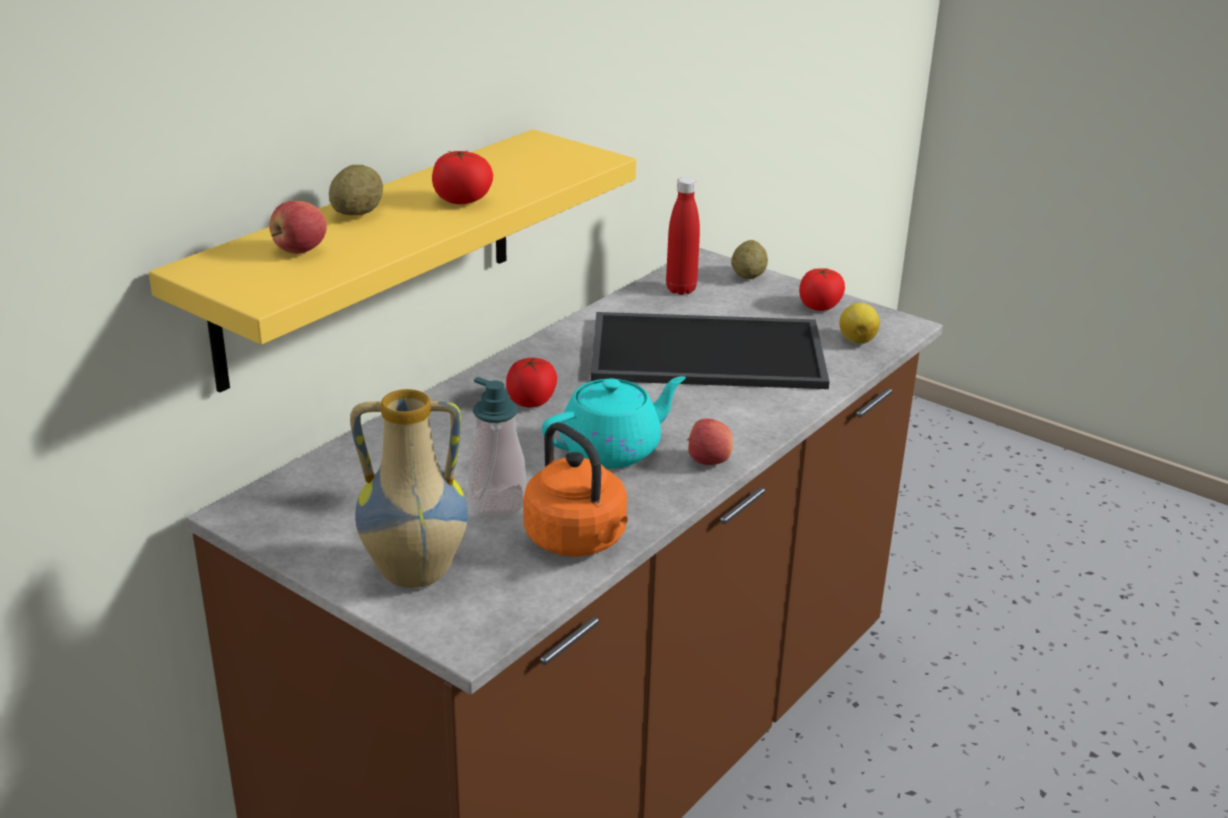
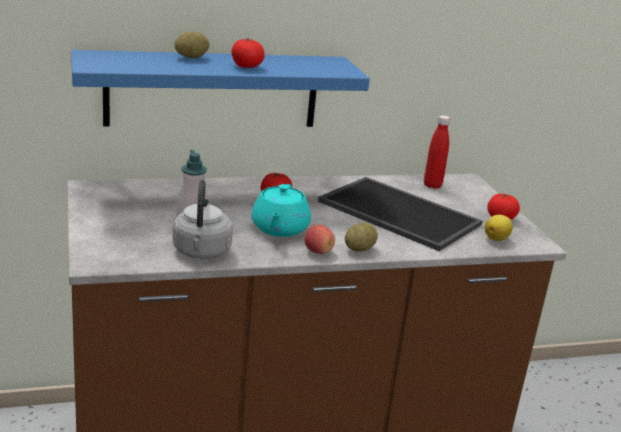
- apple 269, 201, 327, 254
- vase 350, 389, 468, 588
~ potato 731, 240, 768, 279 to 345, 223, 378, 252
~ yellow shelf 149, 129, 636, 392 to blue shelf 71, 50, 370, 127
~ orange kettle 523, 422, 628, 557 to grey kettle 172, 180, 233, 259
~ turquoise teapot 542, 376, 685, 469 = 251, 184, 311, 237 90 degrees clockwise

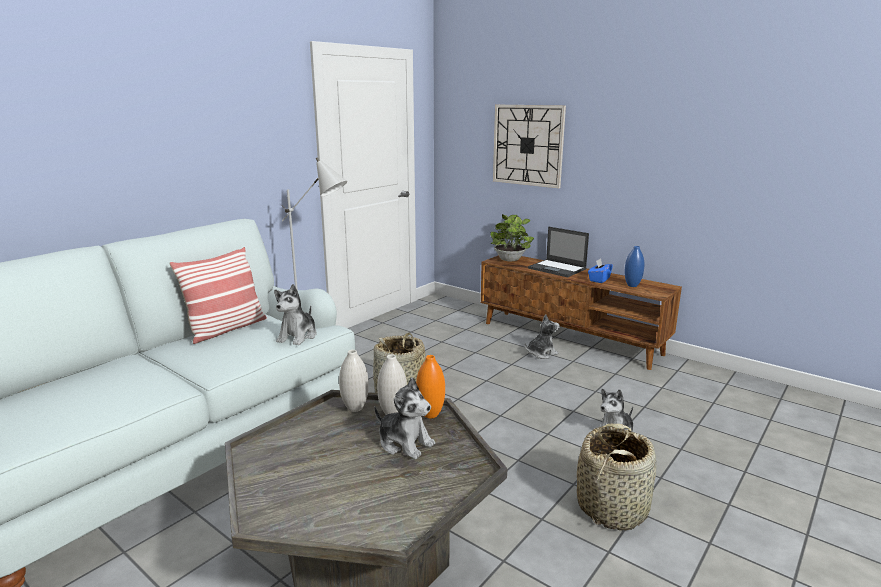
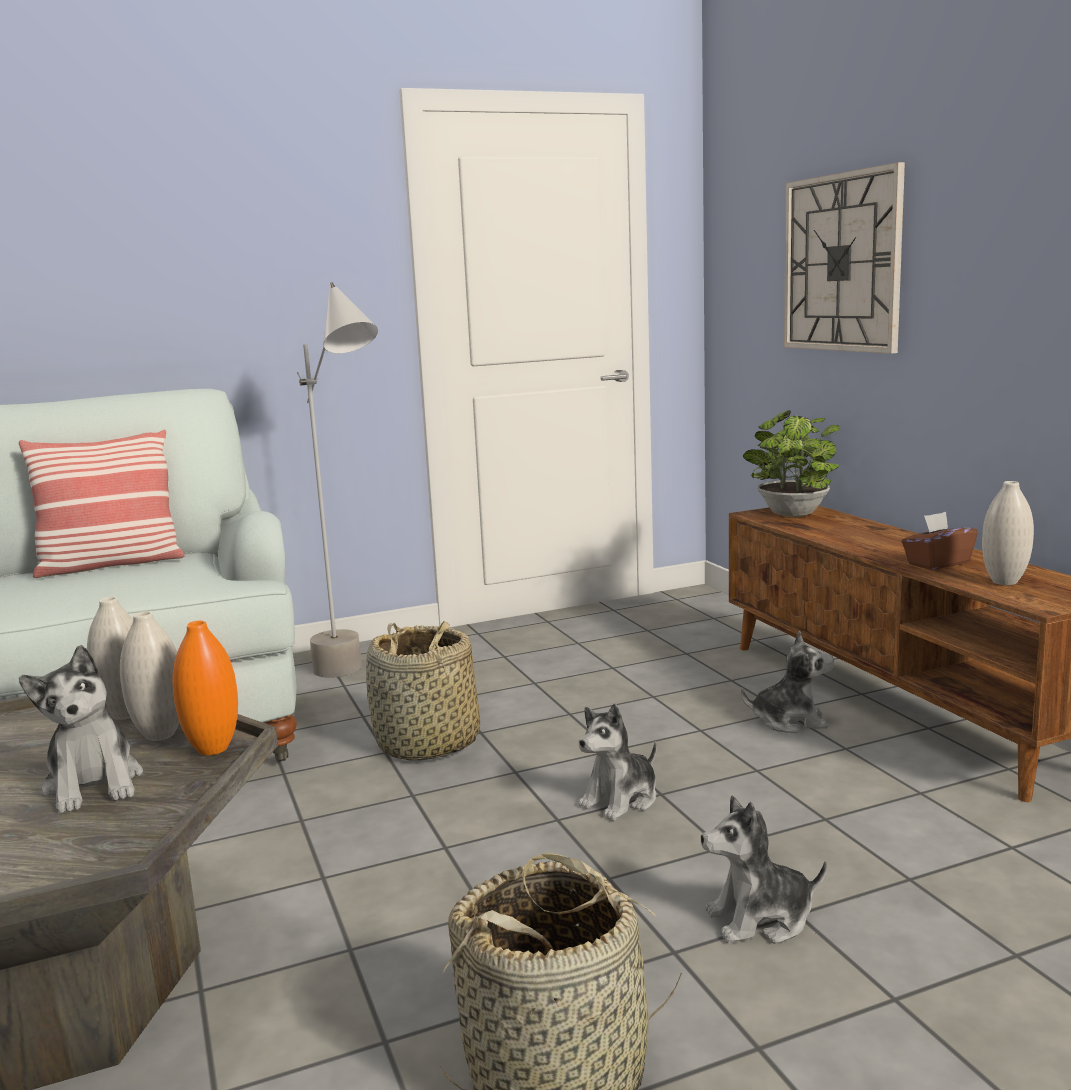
- laptop 528, 227, 589, 277
~ plush toy 274, 284, 317, 345 to 578, 704, 657, 821
~ blue tissue box 588, 258, 613, 283 to brown tissue box 901, 512, 978, 570
~ blue vase 625, 246, 644, 287 to white vase 982, 481, 1034, 585

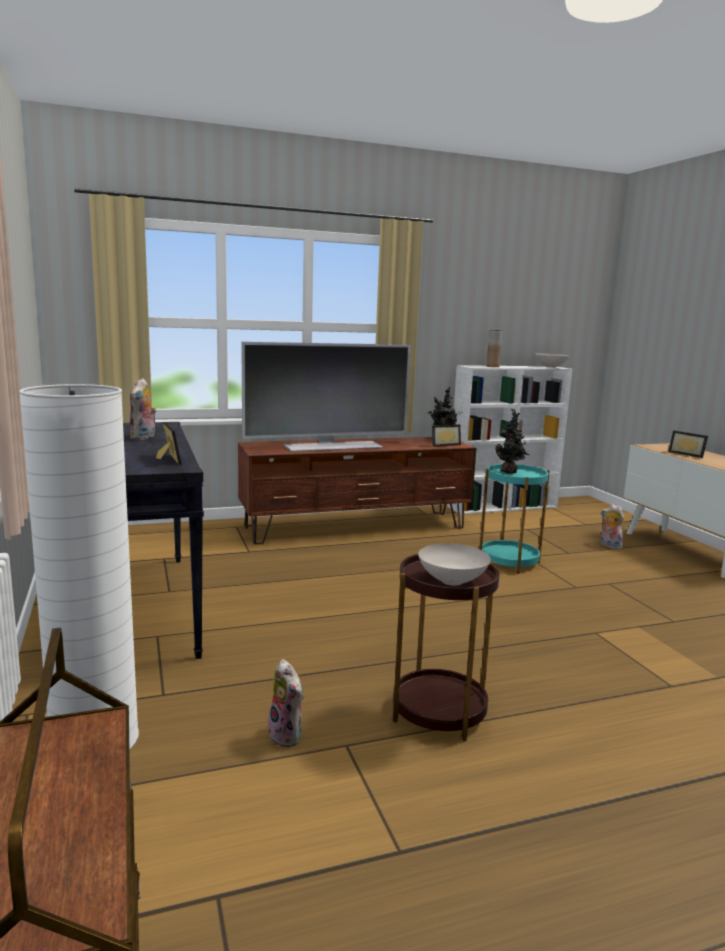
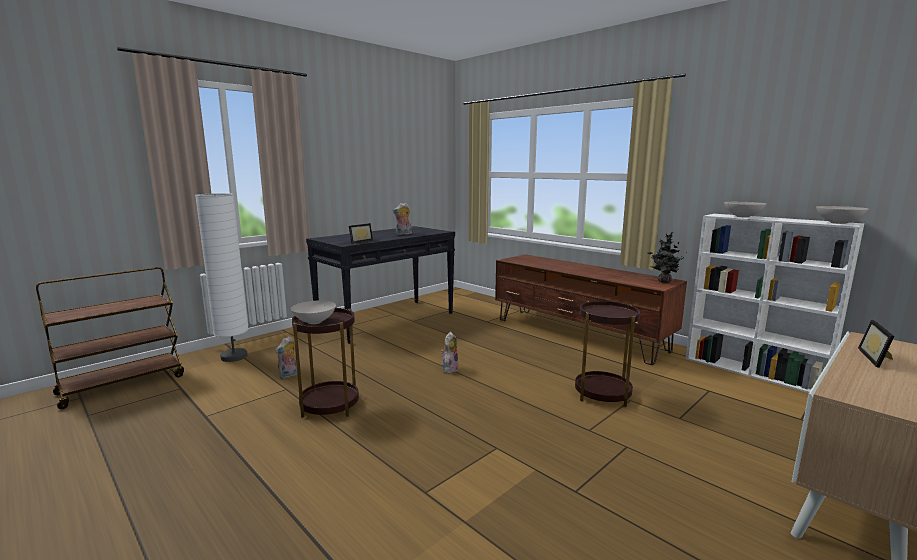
- television 241, 342, 411, 452
- picture frame 432, 424, 461, 447
- potted plant 495, 409, 529, 474
~ plush toy 600, 505, 624, 549 to 441, 332, 459, 374
~ brown vase 487, 330, 502, 367 to white bowl 724, 202, 766, 218
~ turquoise side table 479, 464, 550, 574 to brown side table 575, 301, 640, 407

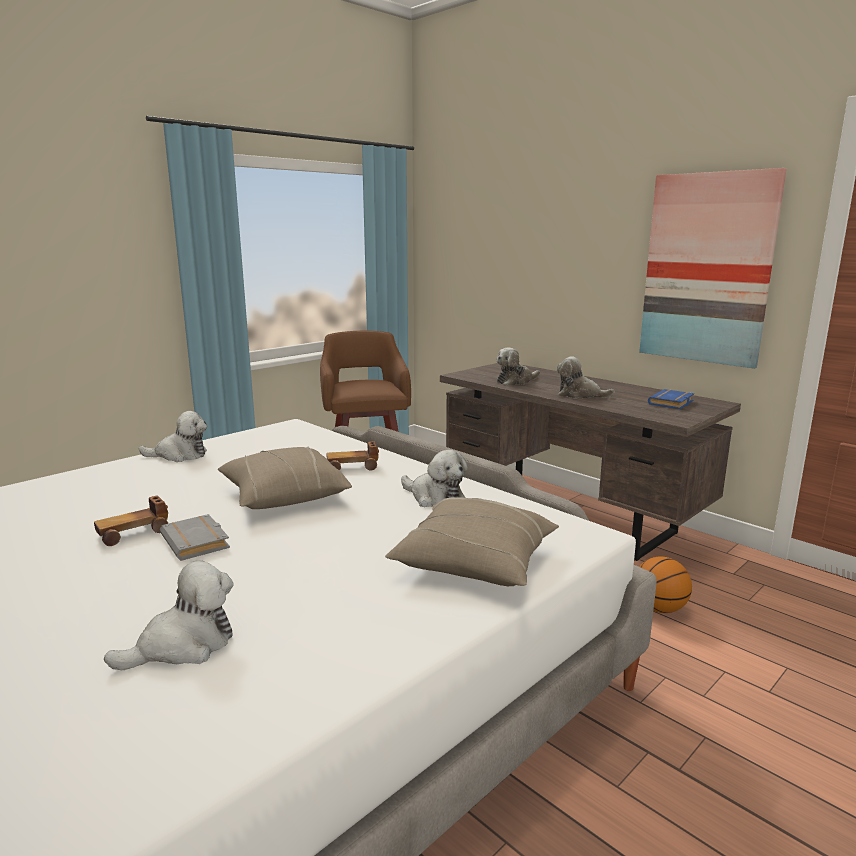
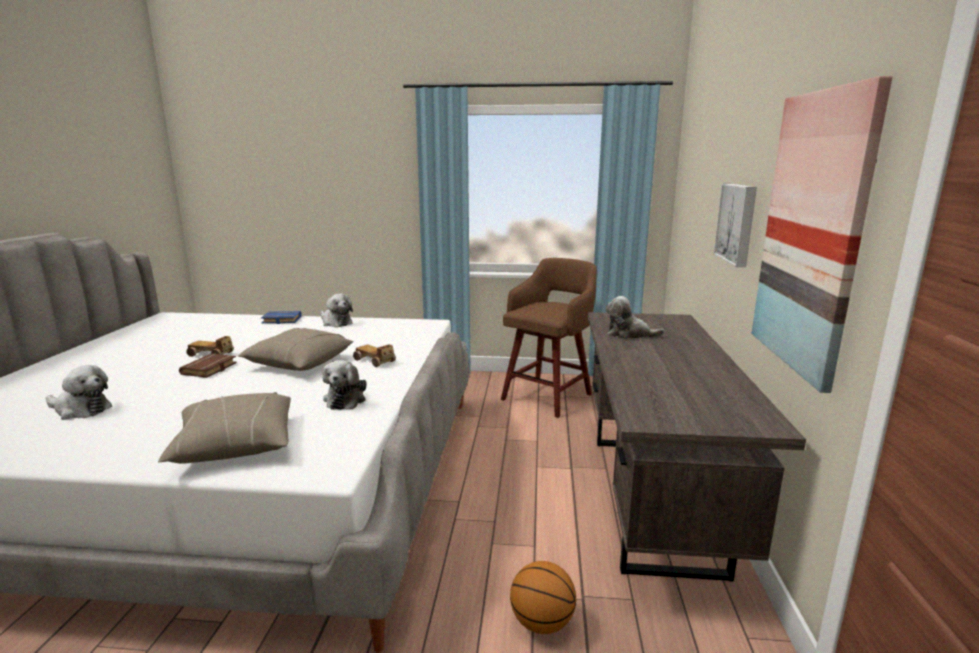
- plush toy 557, 356, 615, 398
+ picture 714, 184, 757, 267
~ blue book 648, 389, 694, 409 to 261, 311, 302, 324
~ grey book 160, 514, 230, 561 to brown book 179, 353, 237, 378

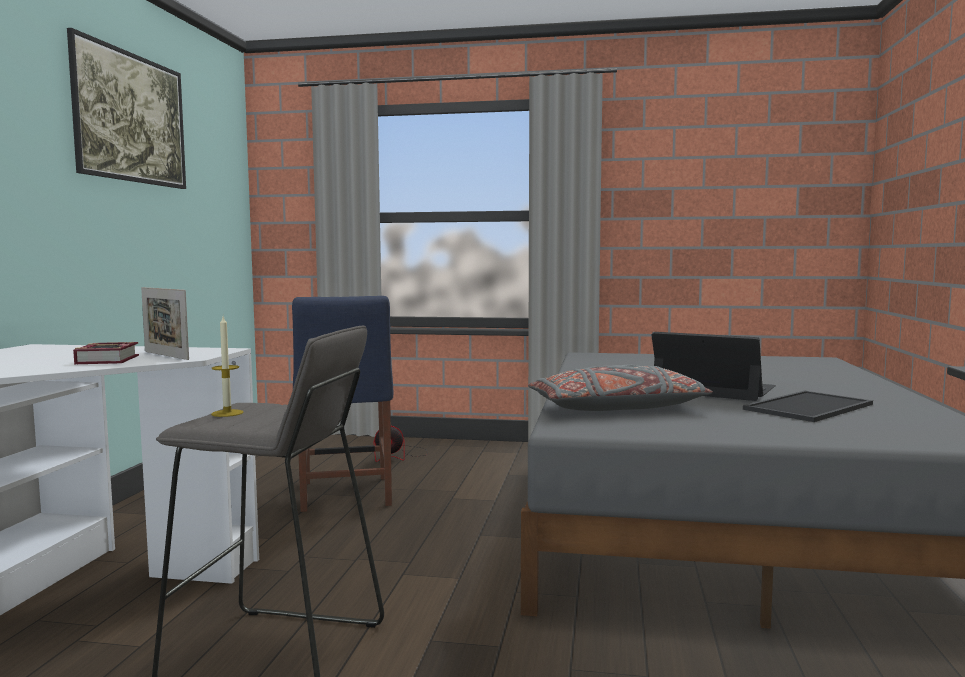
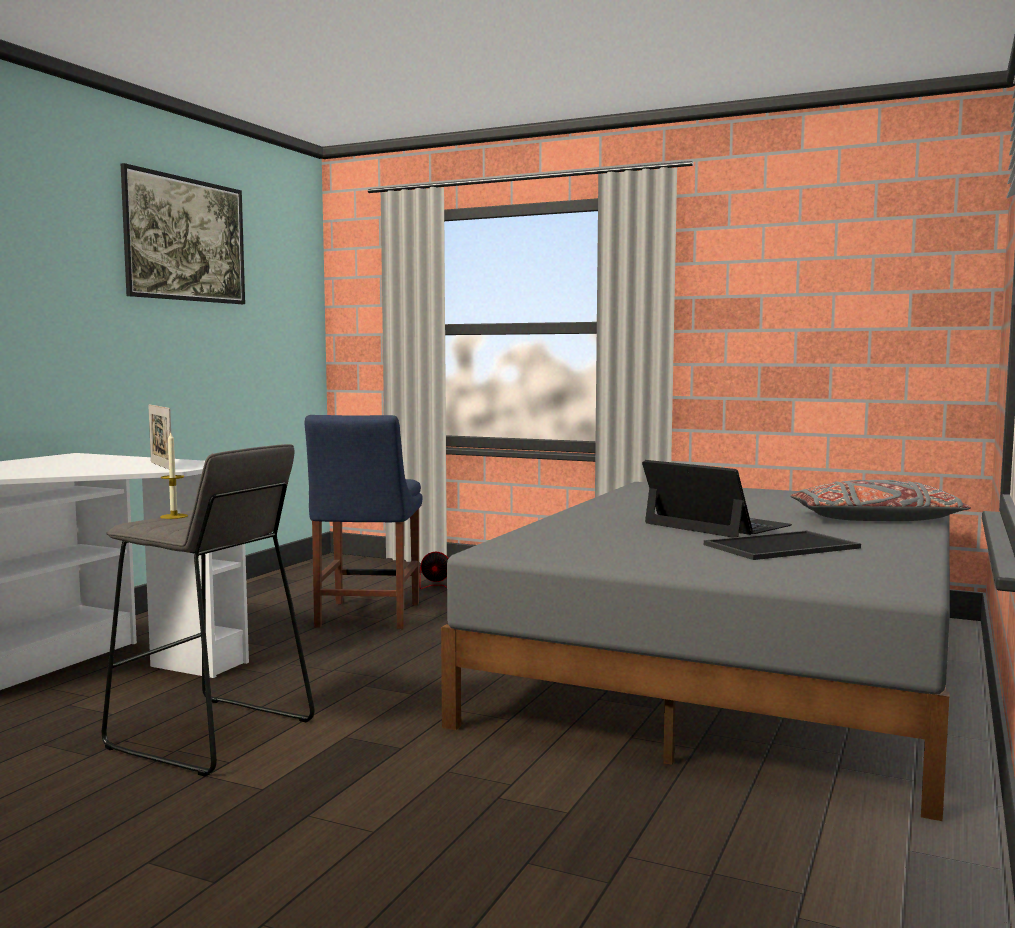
- book 73, 342, 139, 364
~ grey pillow 528, 365, 713, 411 to 790, 480, 971, 521

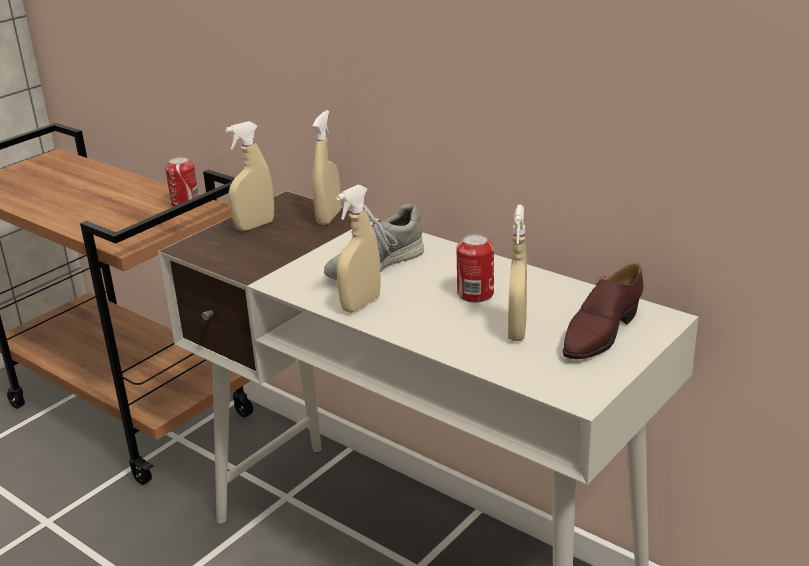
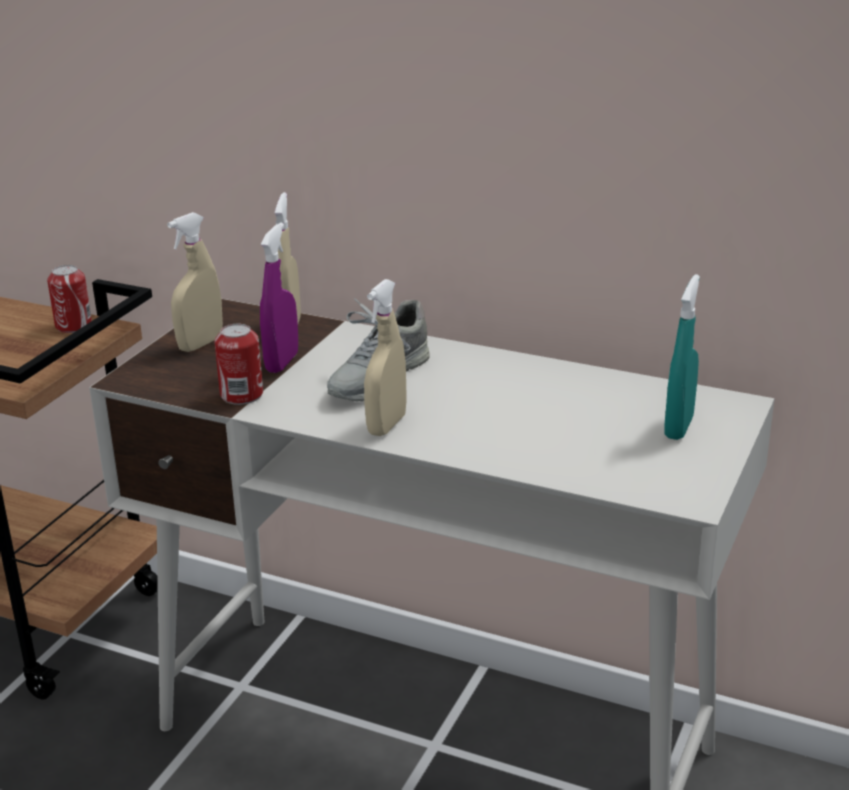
- beige spray bottle 508, 205, 527, 341
+ purple spray bottle 260, 223, 298, 373
~ can 457, 234, 494, 303 to 215, 324, 263, 405
~ brown shoe 563, 263, 643, 359 to turquoise spray bottle 664, 274, 700, 440

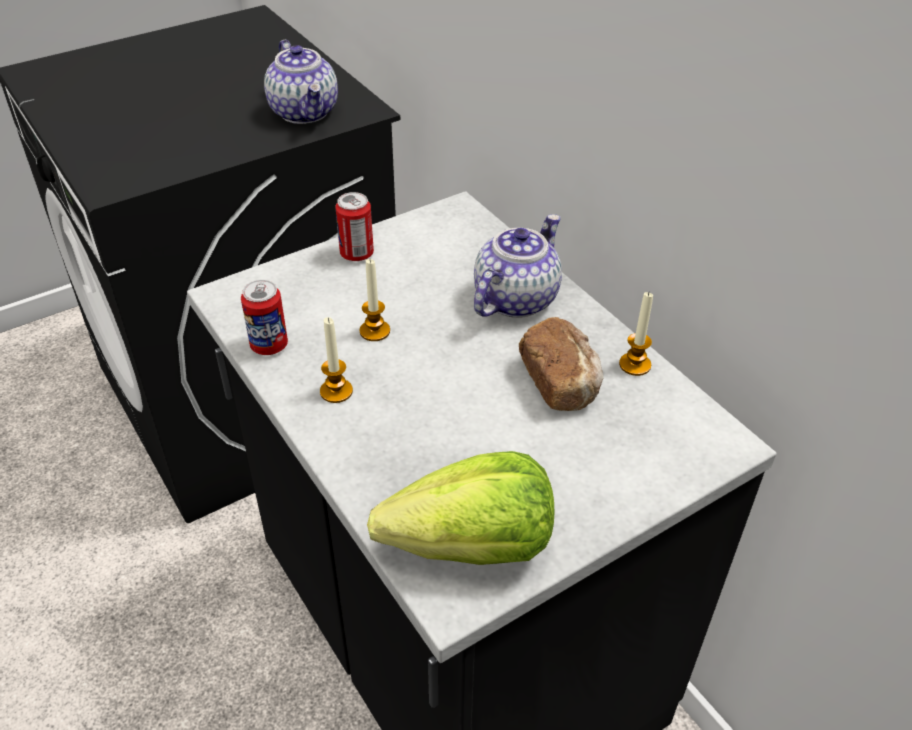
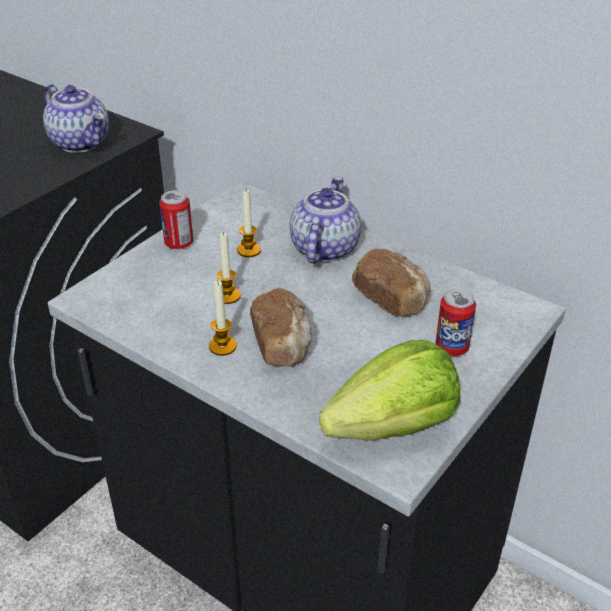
+ bread 250, 288, 312, 367
~ can 241, 280, 288, 355 to 436, 289, 476, 356
~ candle 619, 292, 653, 376 to 237, 190, 261, 257

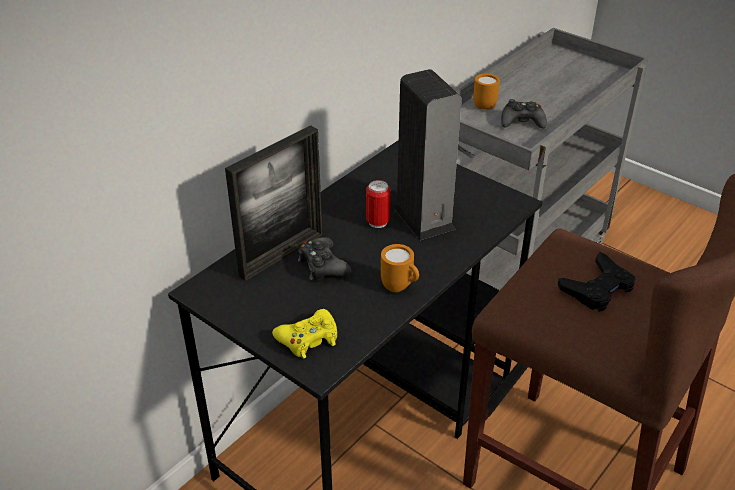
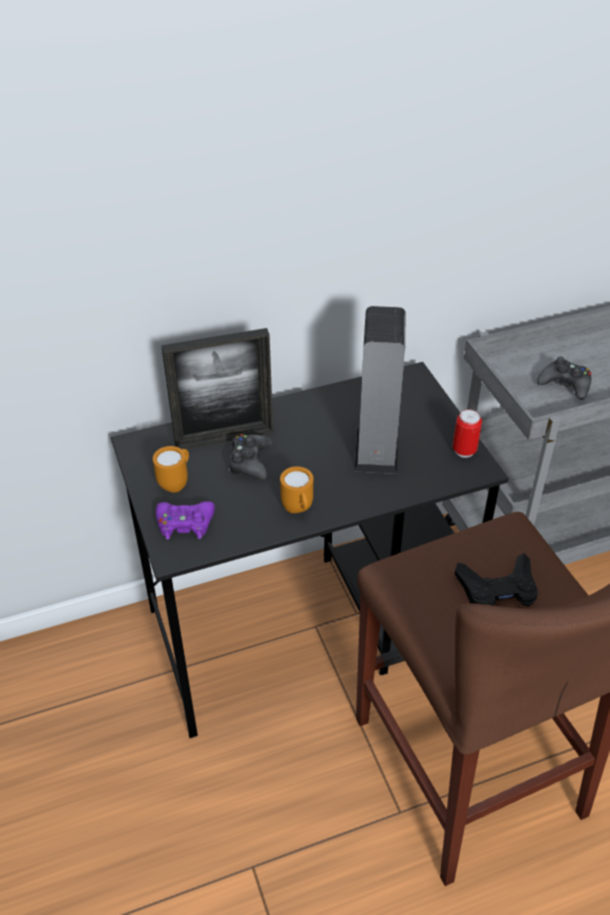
~ can 366, 180, 391, 228 to 453, 410, 482, 458
~ orange mug 473, 73, 500, 110 to 153, 446, 189, 493
~ yellow game controller 272, 309, 337, 359 to purple game controller 156, 501, 215, 539

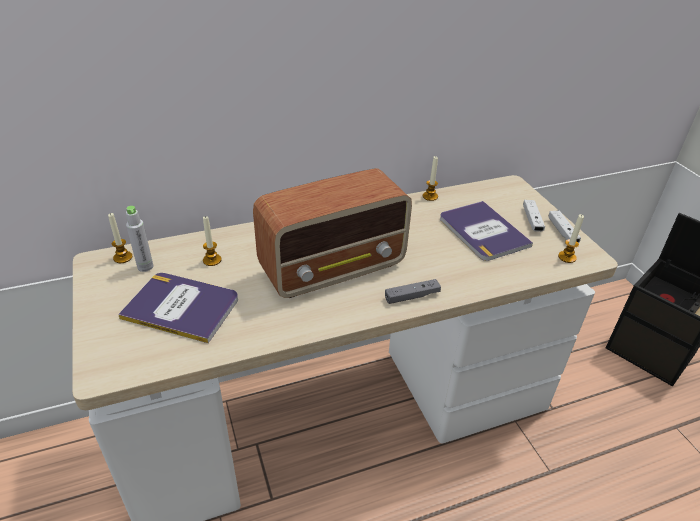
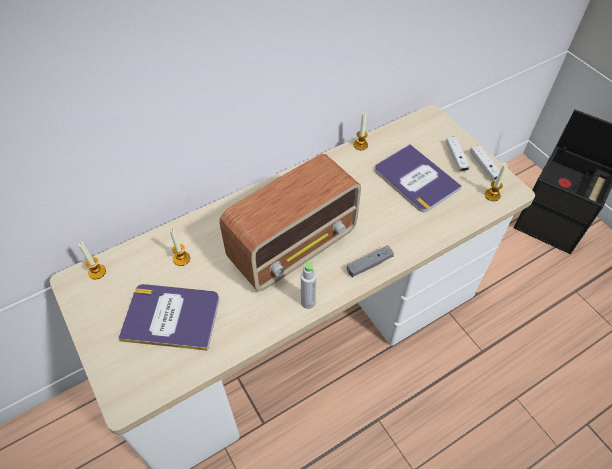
~ grey bottle 126, 206, 154, 272 to 301, 262, 317, 309

